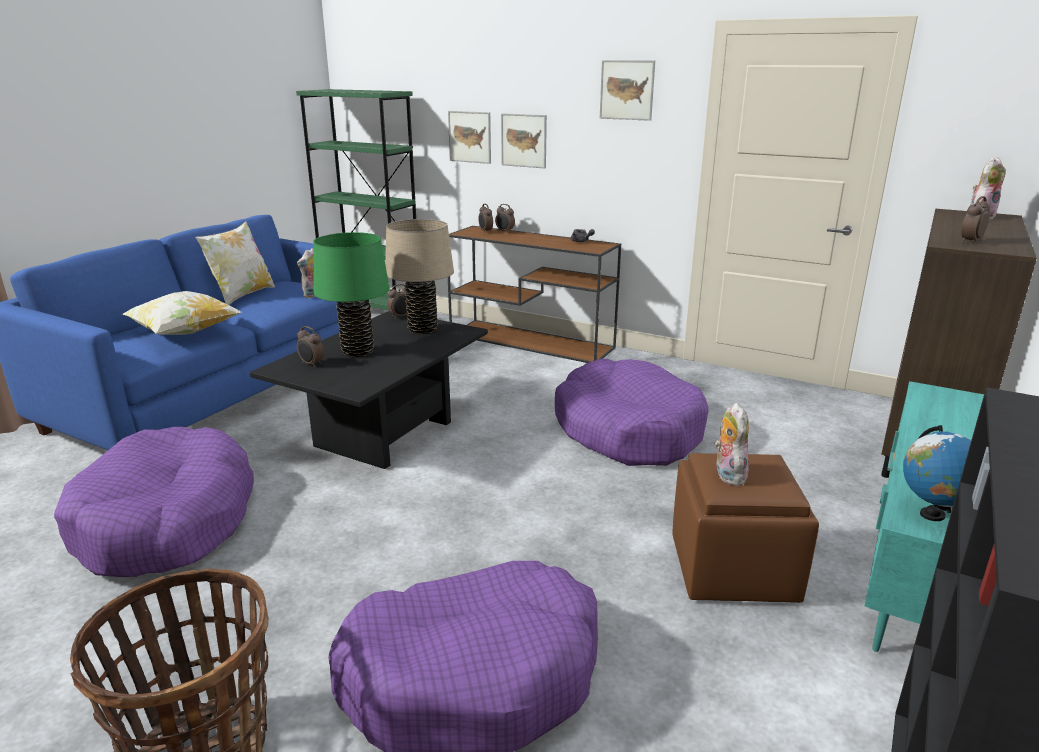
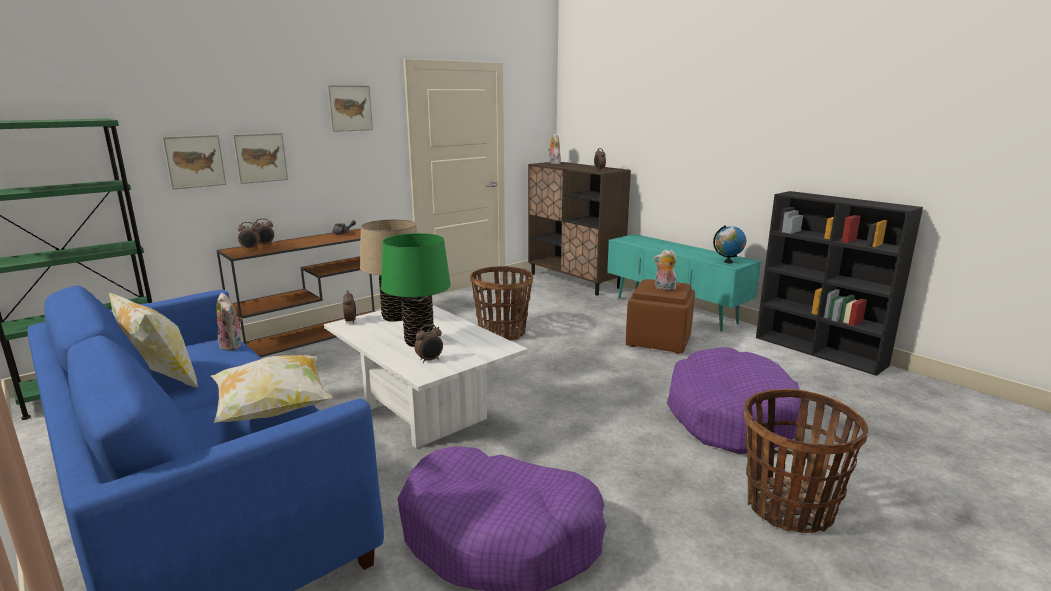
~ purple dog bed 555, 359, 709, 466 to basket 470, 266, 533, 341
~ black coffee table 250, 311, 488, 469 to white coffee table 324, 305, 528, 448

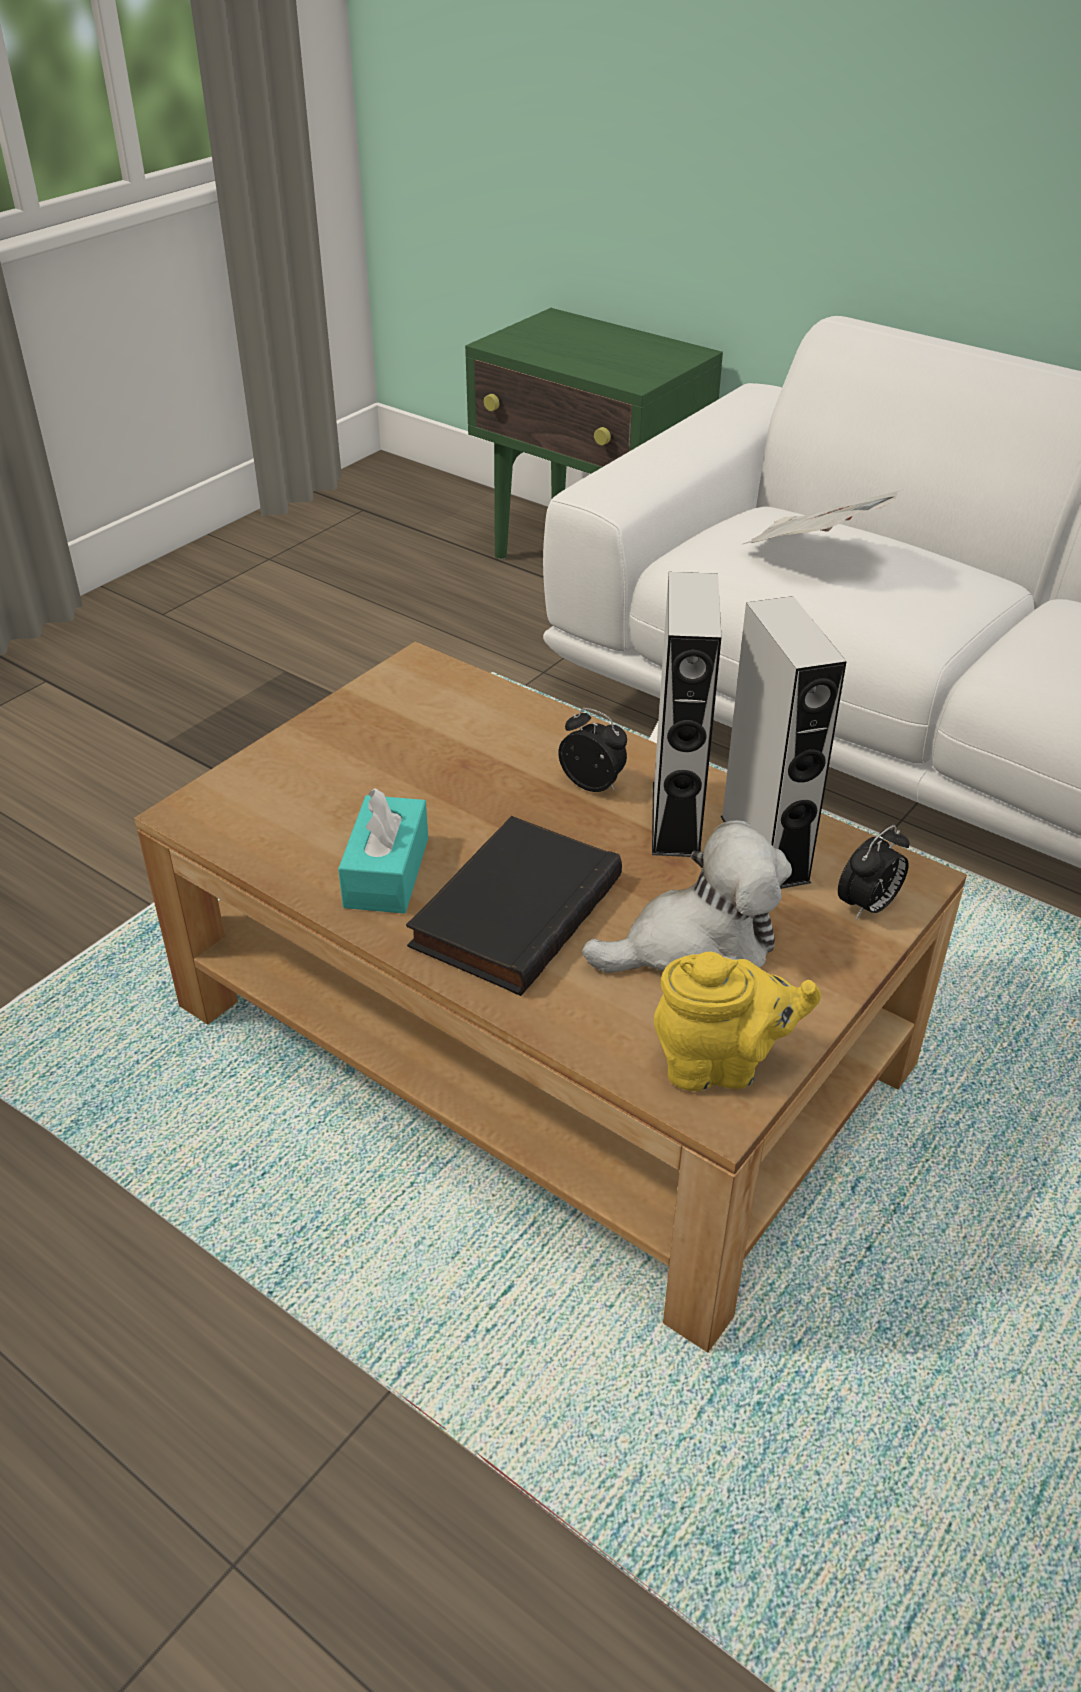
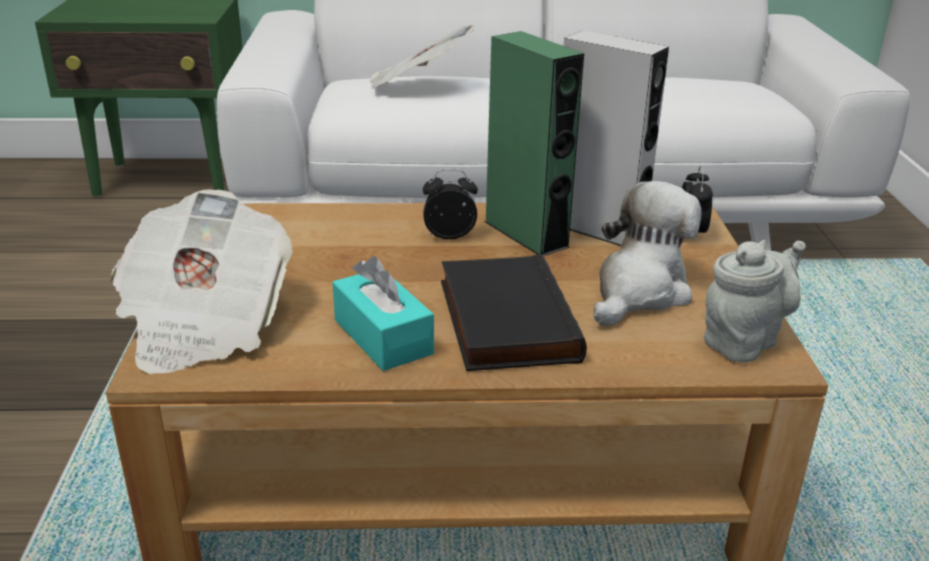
+ newspaper 111, 189, 293, 374
~ grey speaker 652, 572, 722, 857 to green speaker 484, 31, 584, 256
~ yellow teapot 654, 952, 821, 1091 to grey teapot 704, 240, 806, 362

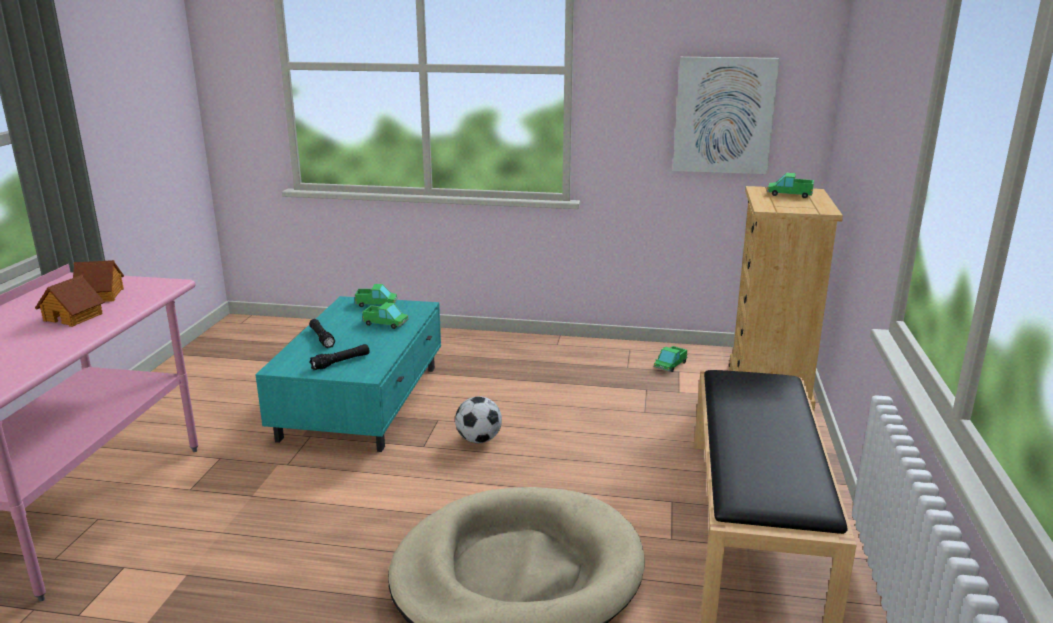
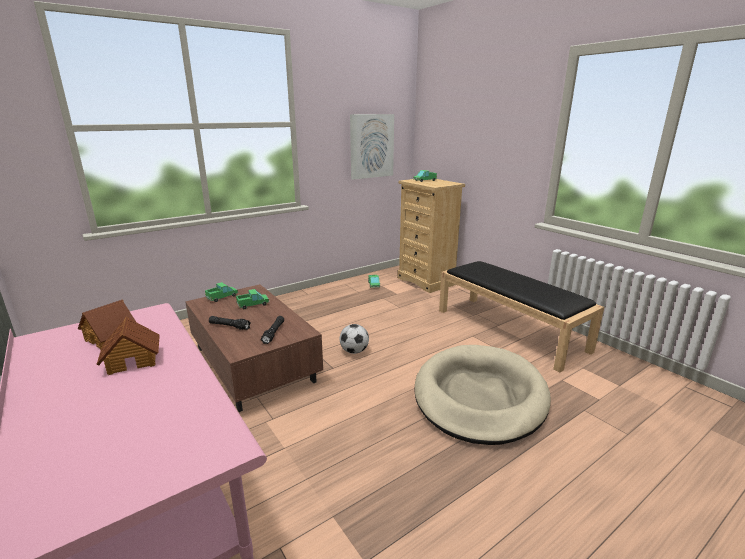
~ turquoise coffee table 255, 296, 441, 452 to brown coffee table 185, 284, 323, 412

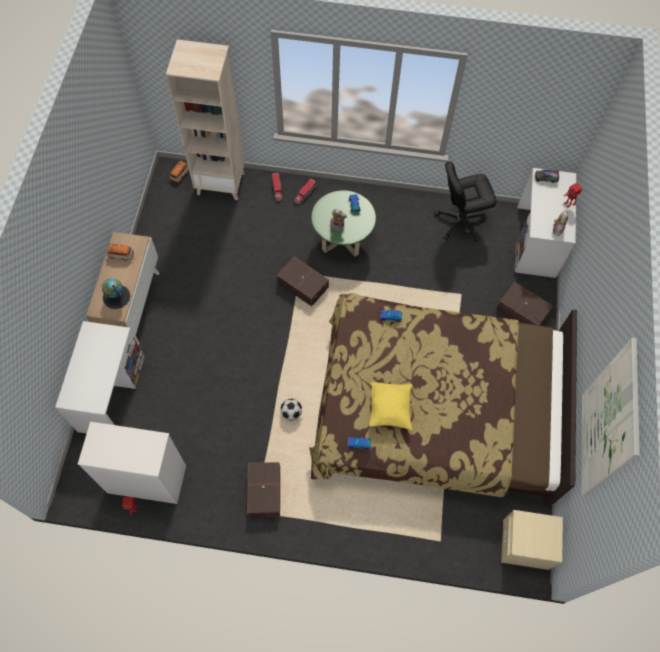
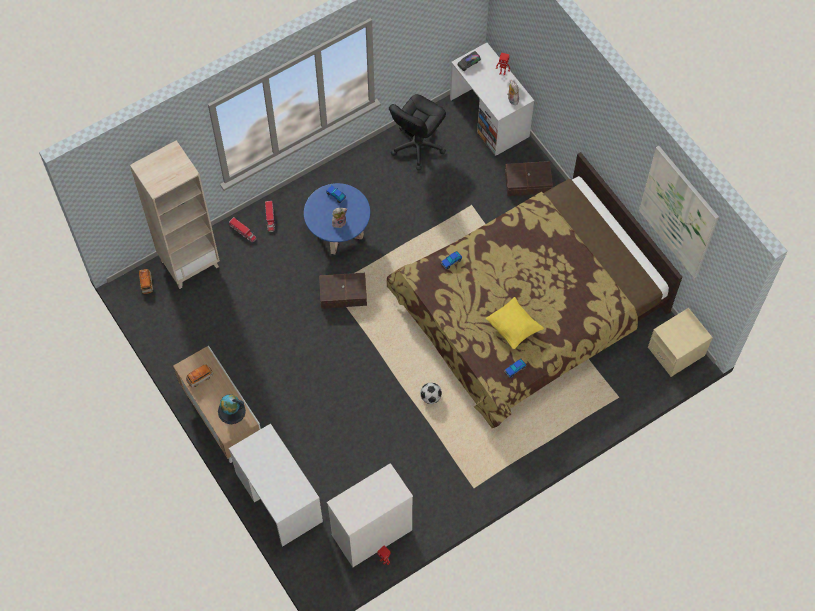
- brown storage box 247, 462, 280, 517
~ green coffee table 311, 190, 376, 257 to blue coffee table 304, 183, 370, 254

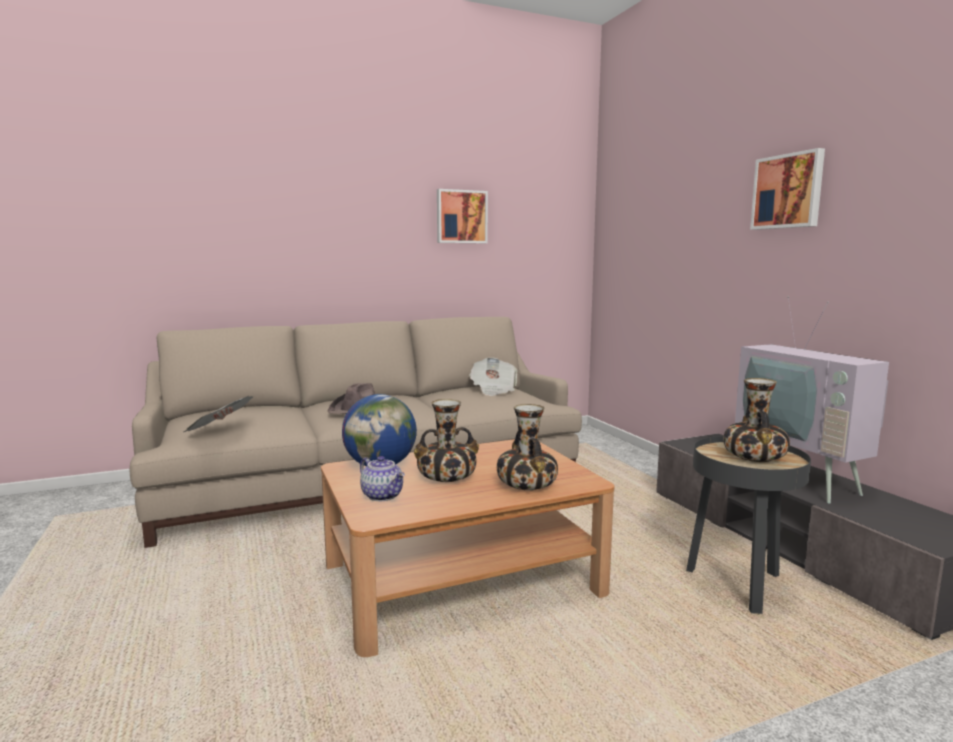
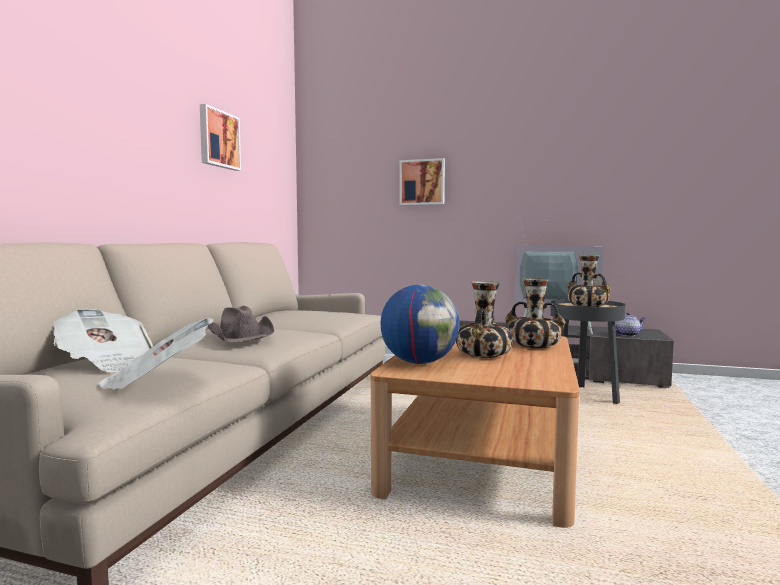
~ teapot 360, 456, 405, 501 to 615, 312, 646, 336
~ newspaper 469, 357, 518, 396 to 53, 308, 153, 373
~ picture 750, 148, 825, 230 to 400, 158, 445, 206

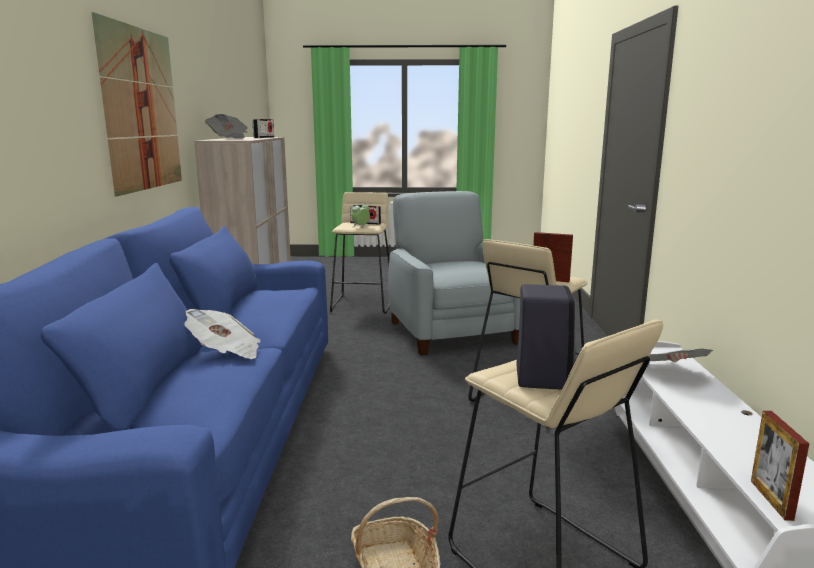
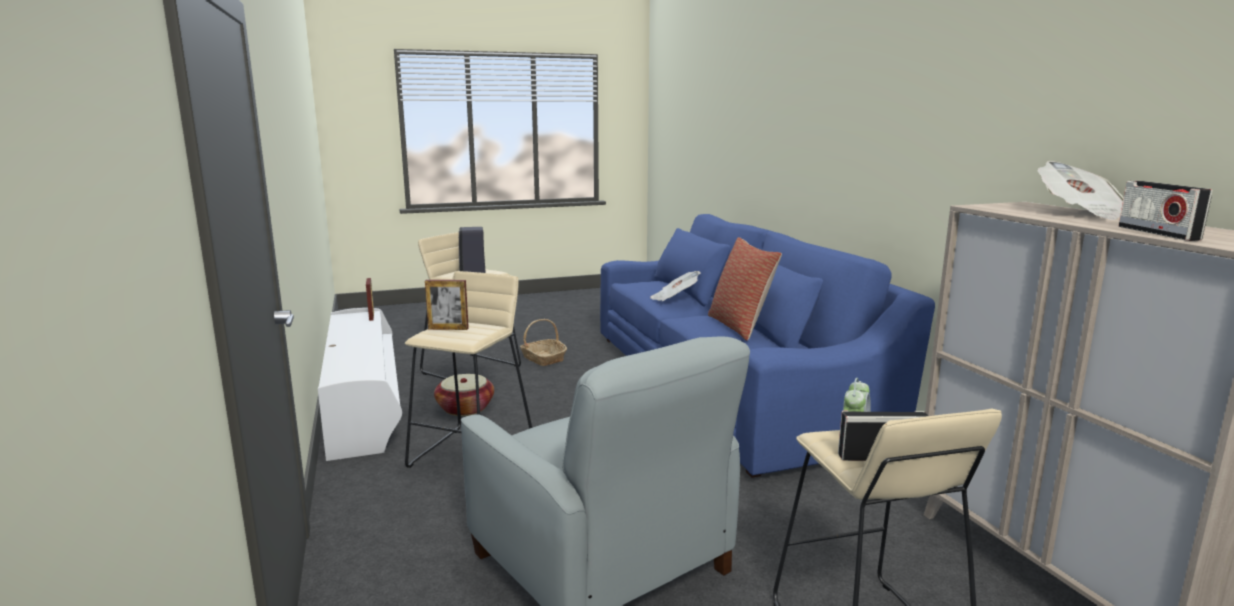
- picture 91, 12, 182, 197
- newspaper 649, 349, 713, 362
+ basket 434, 374, 494, 416
+ pillow 708, 237, 782, 341

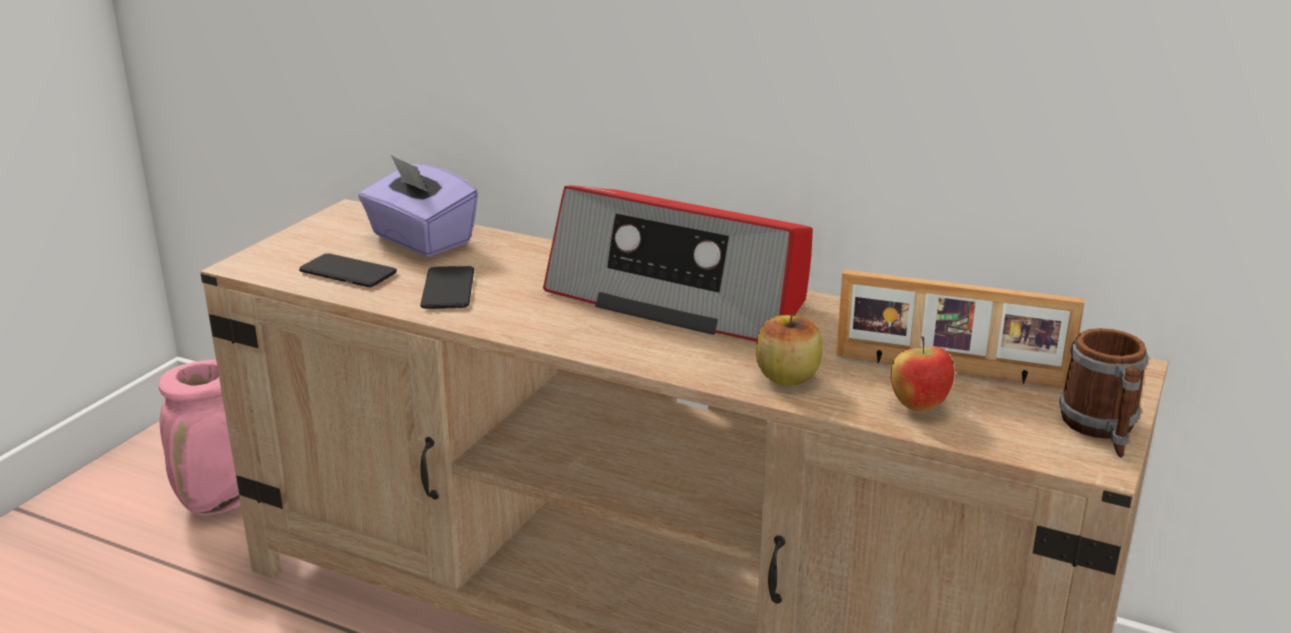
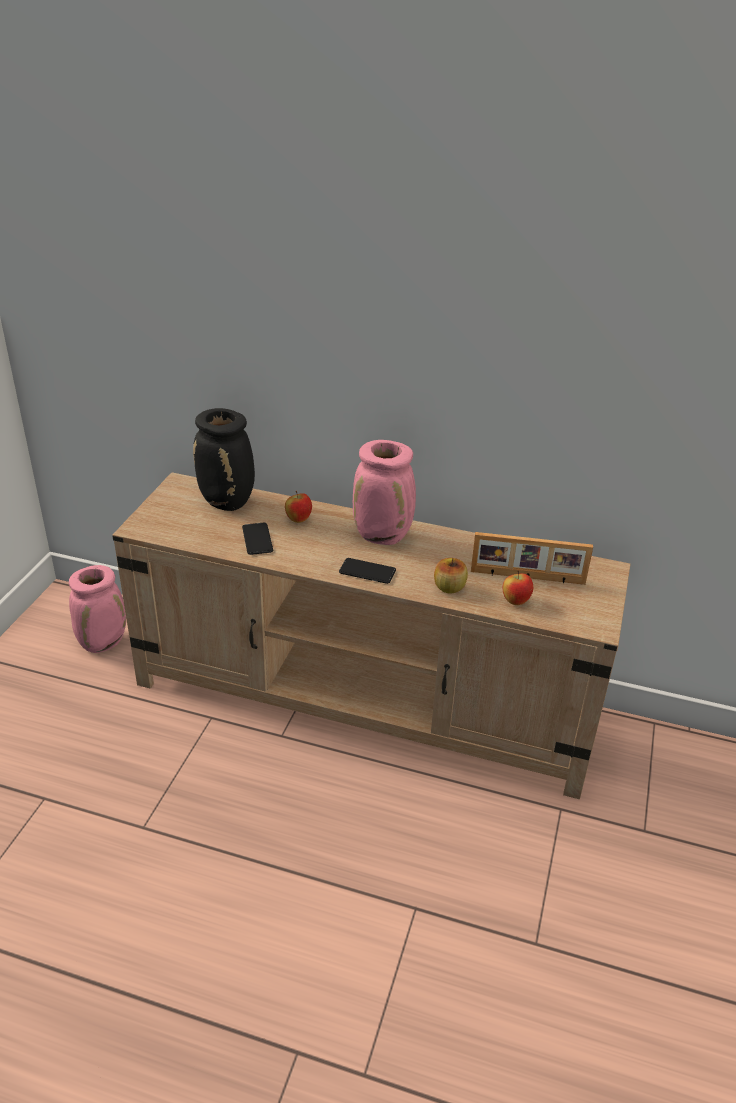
- mug 1059, 328, 1148, 458
+ apple 285, 491, 312, 523
~ phone 299, 253, 397, 287 to 339, 558, 396, 584
~ purple tissue box 358, 155, 478, 257 to black vase 193, 408, 255, 511
~ radio 543, 185, 813, 342 to pink vase 353, 440, 416, 545

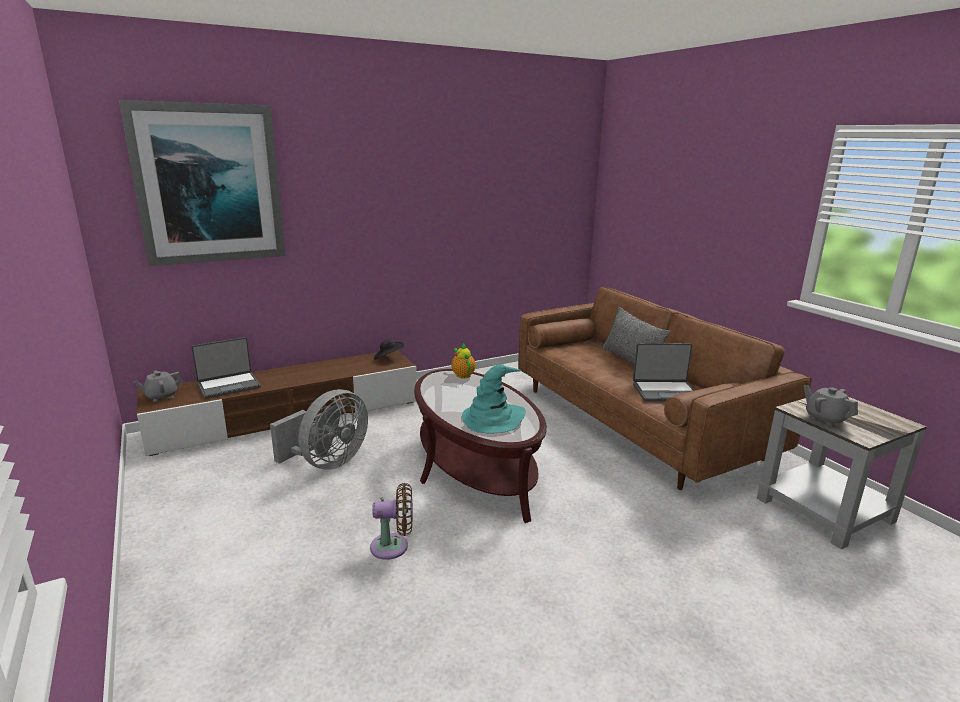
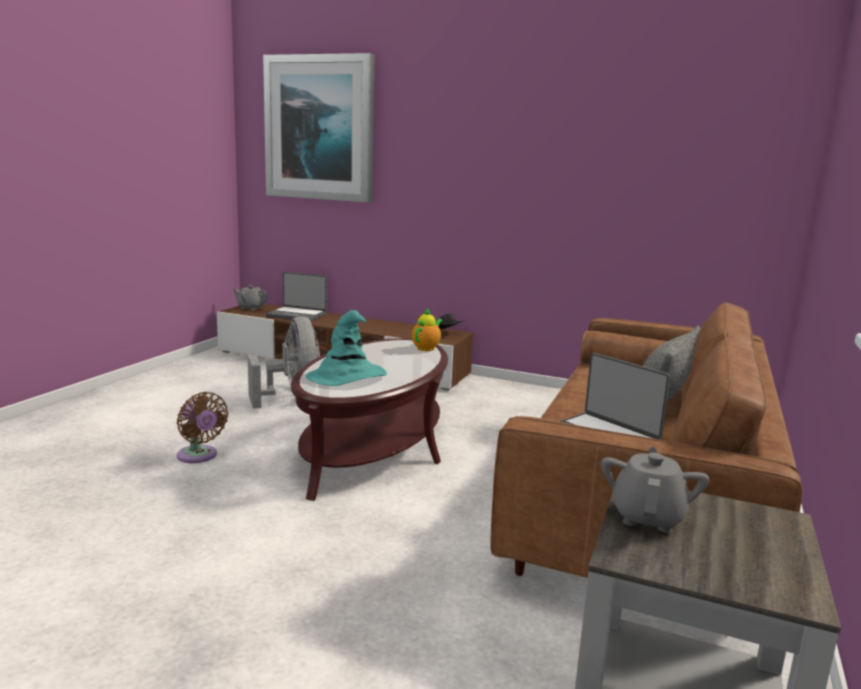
~ grey fan 270, 389, 368, 470 = 248, 316, 320, 409 105 degrees counterclockwise

